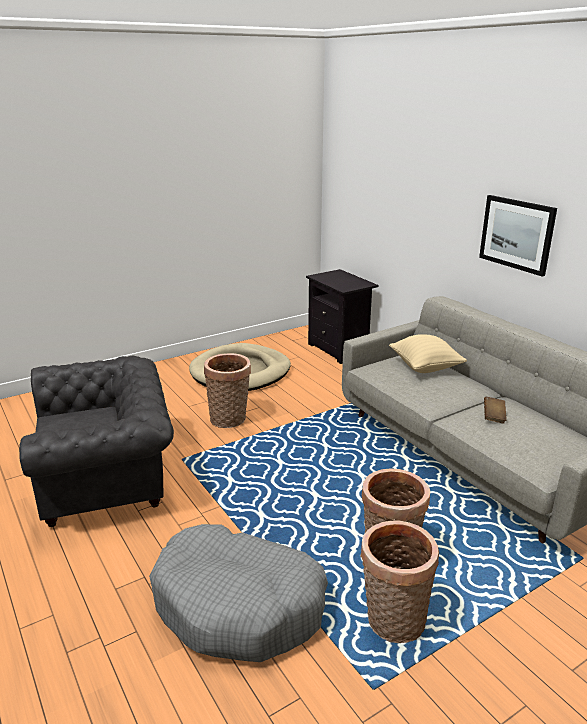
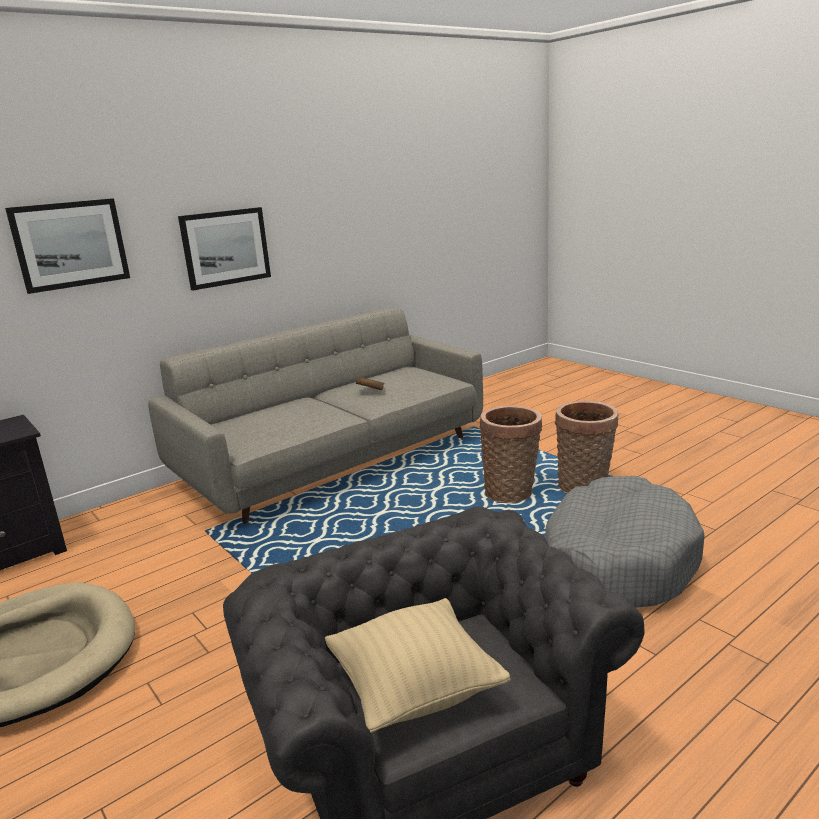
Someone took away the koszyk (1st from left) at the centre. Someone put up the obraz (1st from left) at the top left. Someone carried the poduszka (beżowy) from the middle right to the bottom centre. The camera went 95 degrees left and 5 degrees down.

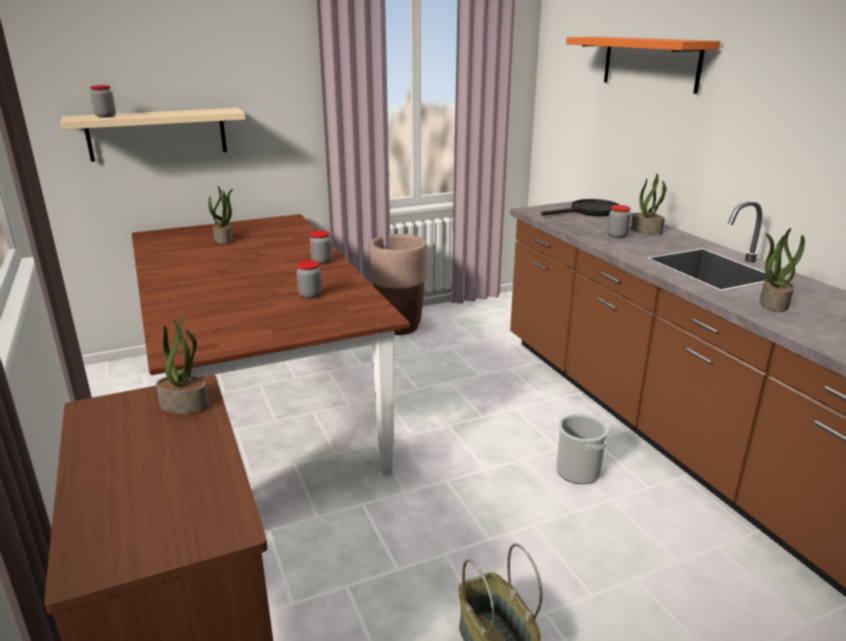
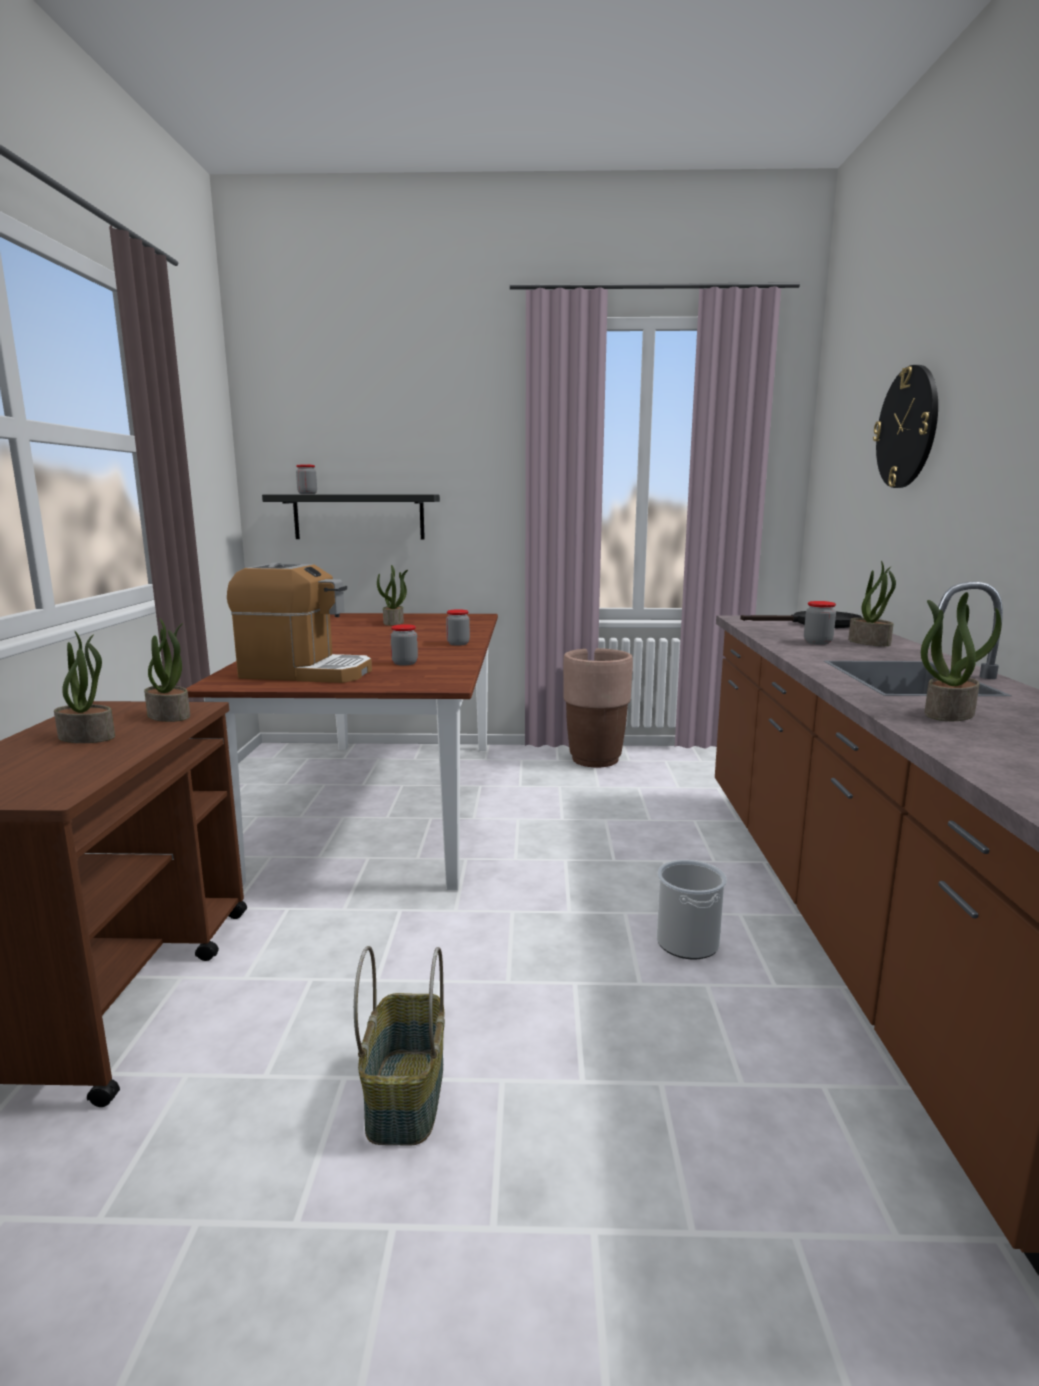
Someone put down the roślina doniczkowa (1st from left) at the middle left. Someone put down the ekspres do kawy at the middle left. Someone swapped the półka (pomarańczowy) at the top right for the zegar ścienny at the top right. Someone repainted the półka (beżowy) at the top left, which became the półka (czarny) at the centre. The camera went 25 degrees right and 10 degrees down.

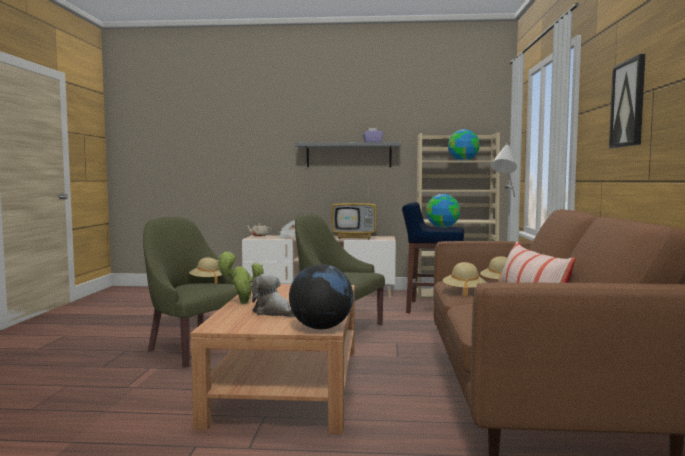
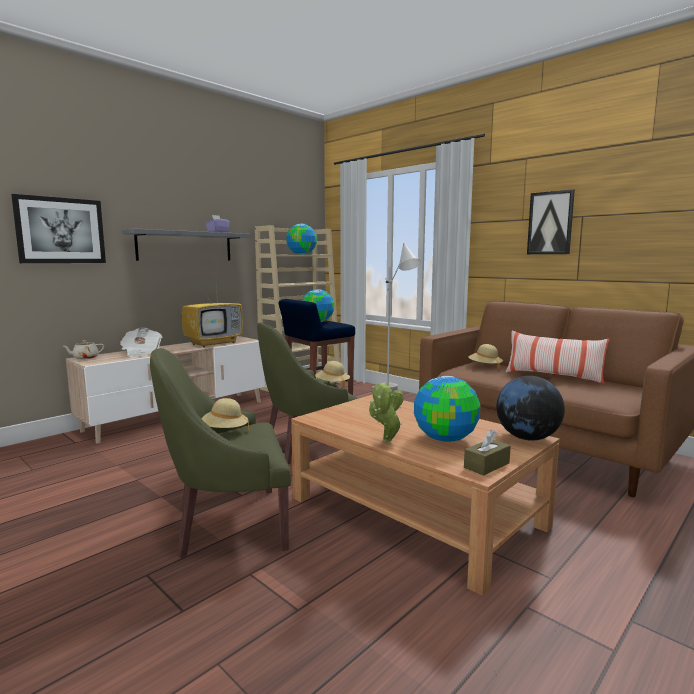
Someone put up the obraz (1st from left) at the top left. Someone put down the pudełko chusteczek (brązowy) at the middle right. Someone carried the kapelusz (beżowy) (2nd from left) from the middle right to the centre. Someone swapped the pluszak at the centre for the globus (3rd from left) at the centre. The camera went 50 degrees left and 5 degrees up.

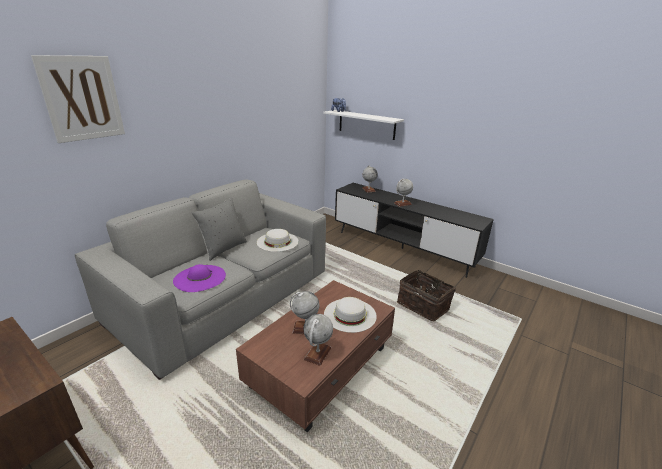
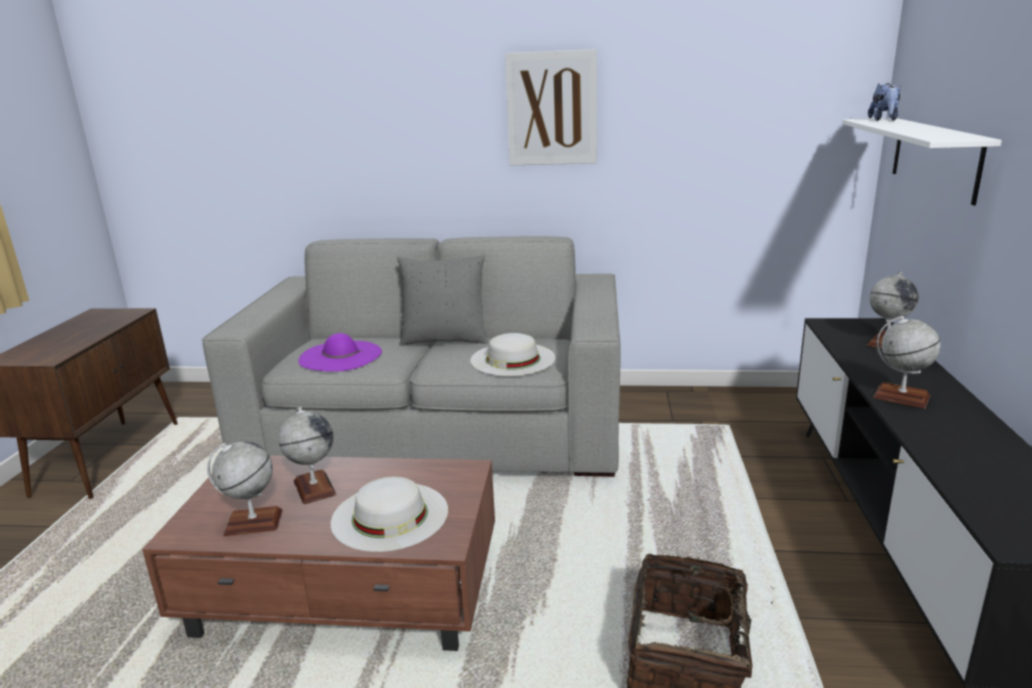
Someone carried the obraz from the top left to the top centre. The camera went 60 degrees right and 5 degrees down.

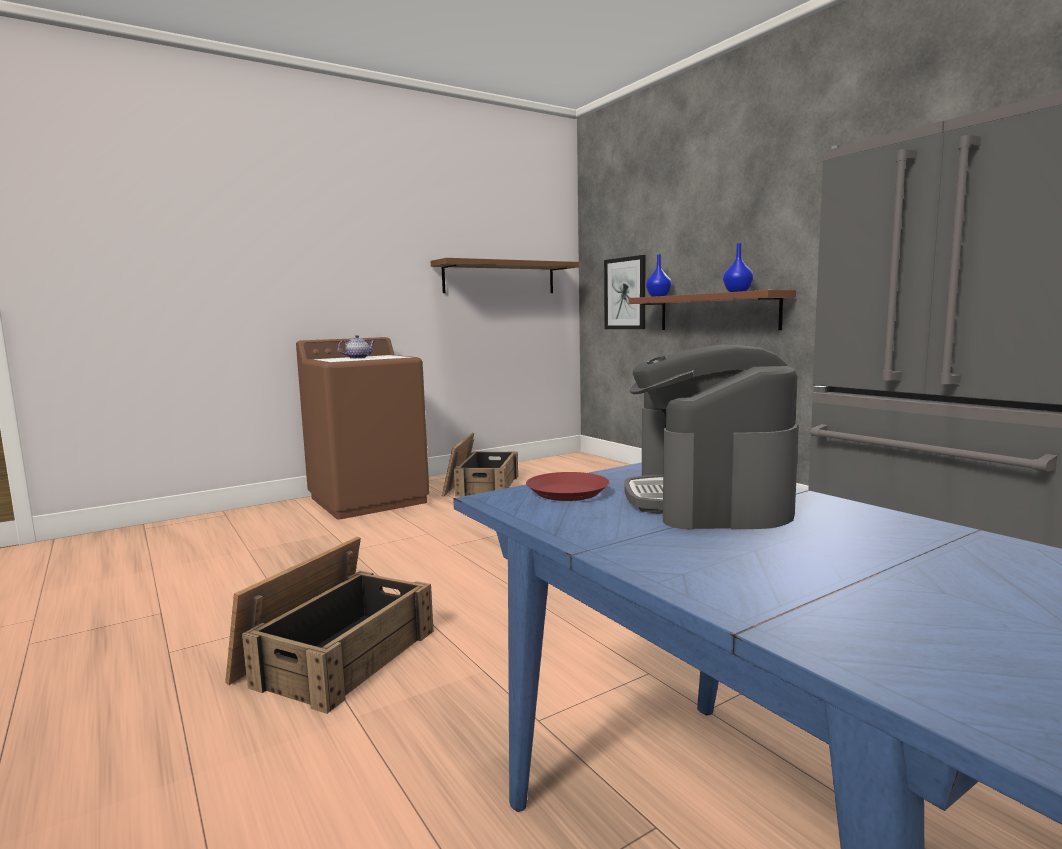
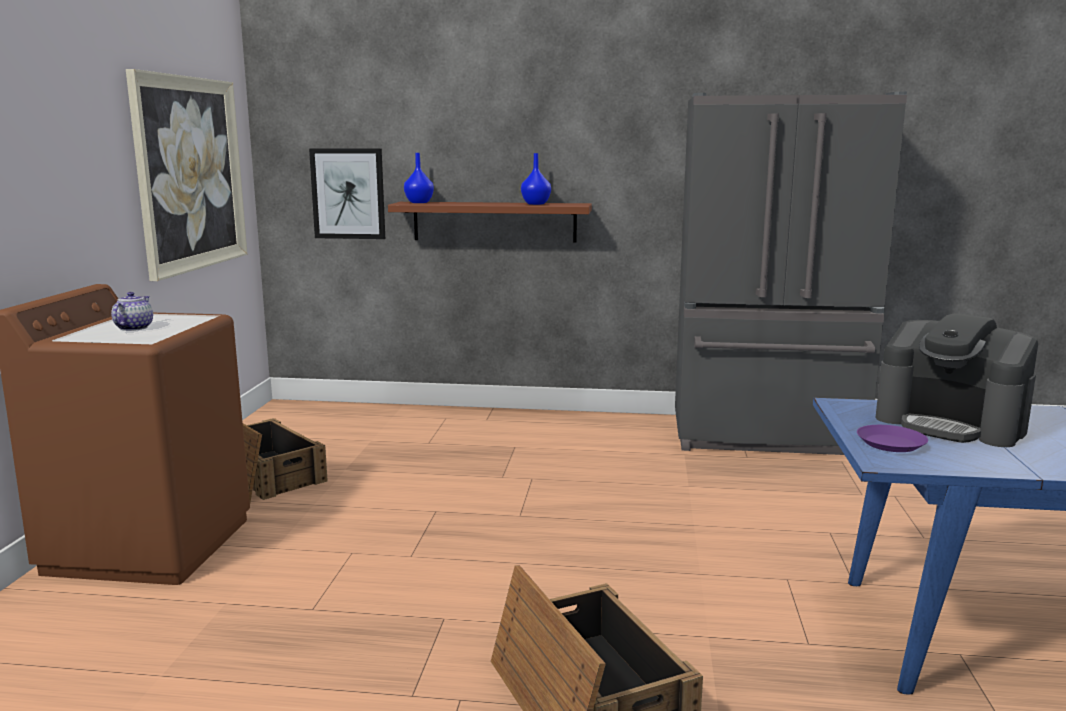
Someone swapped the półka (brązowy) (1st from left) at the top centre for the obraz (1st from left) at the top left. Someone repainted the talerz (czerwony) at the centre, which became the talerz (fioletowy) at the middle right. The camera went 50 degrees left and 5 degrees up.

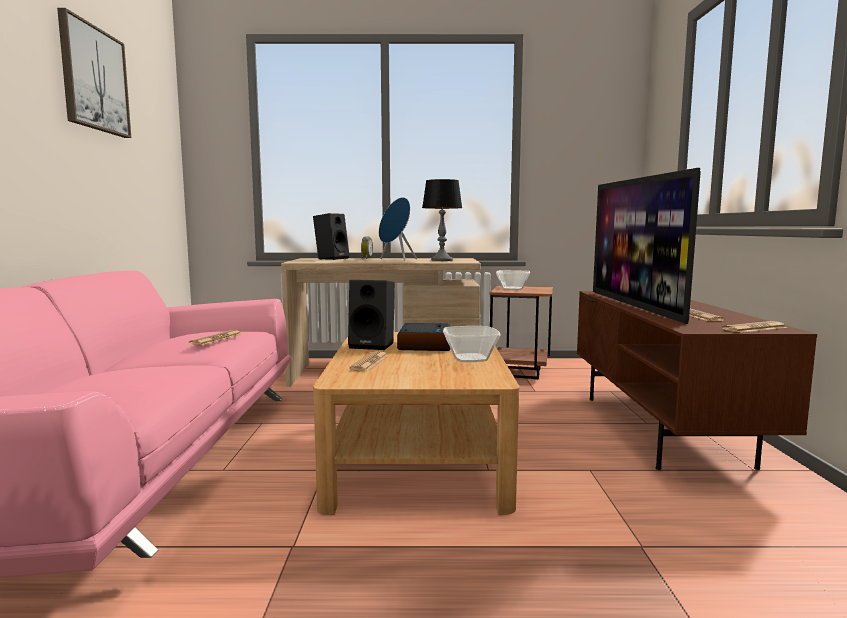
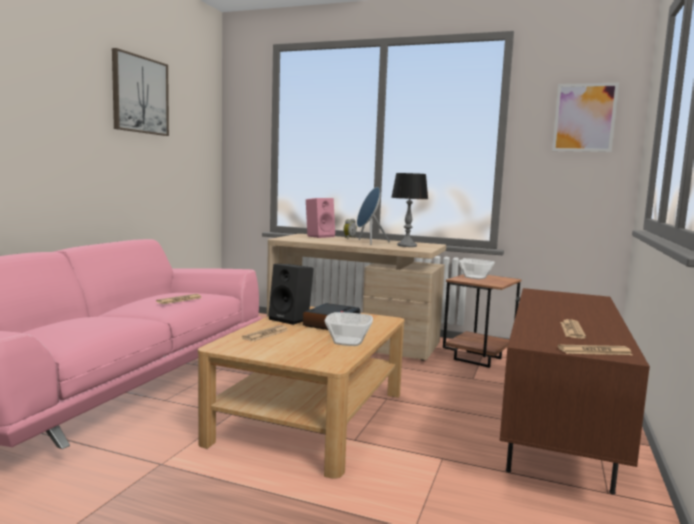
Someone took away the telewizor at the middle right. Someone put up the obraz (2nd from left) at the top right. Someone repainted the głośnik (czarny) (1st from left) at the centre, which became the głośnik (różowy) at the centre. The camera went 20 degrees right and 0 degrees up.

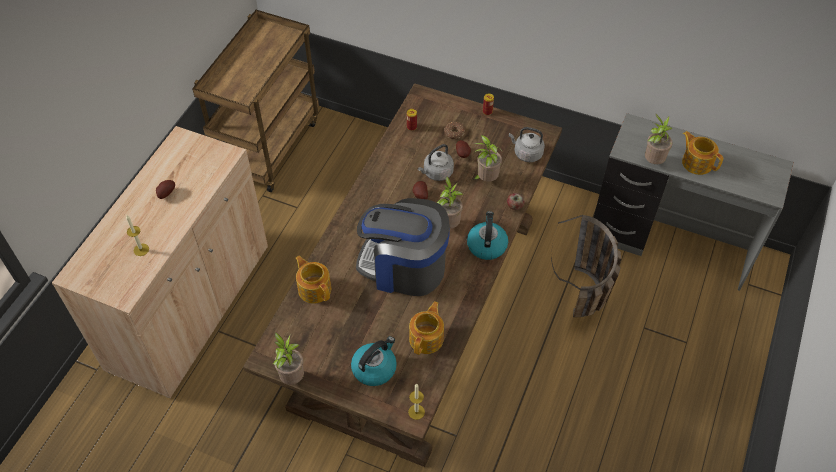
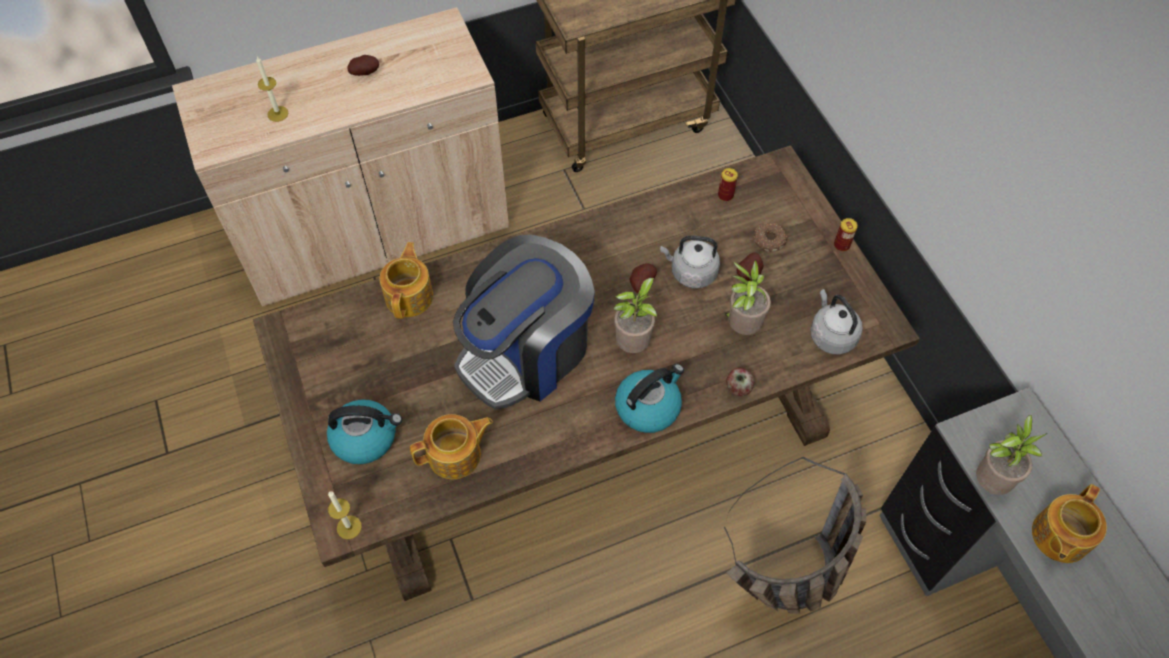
Someone took away the roślina doniczkowa (1st from left) at the bottom centre. Someone rotated the ekspres do kawy at the centre by 105 degrees counterclockwise. Someone rotated the imbryk (3rd from left) at the top right by 150 degrees counterclockwise. The camera went 45 degrees right and 5 degrees up.

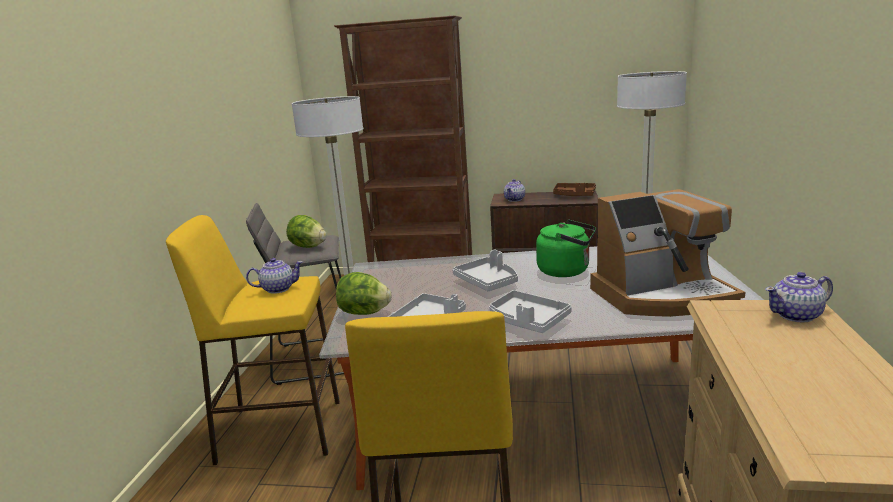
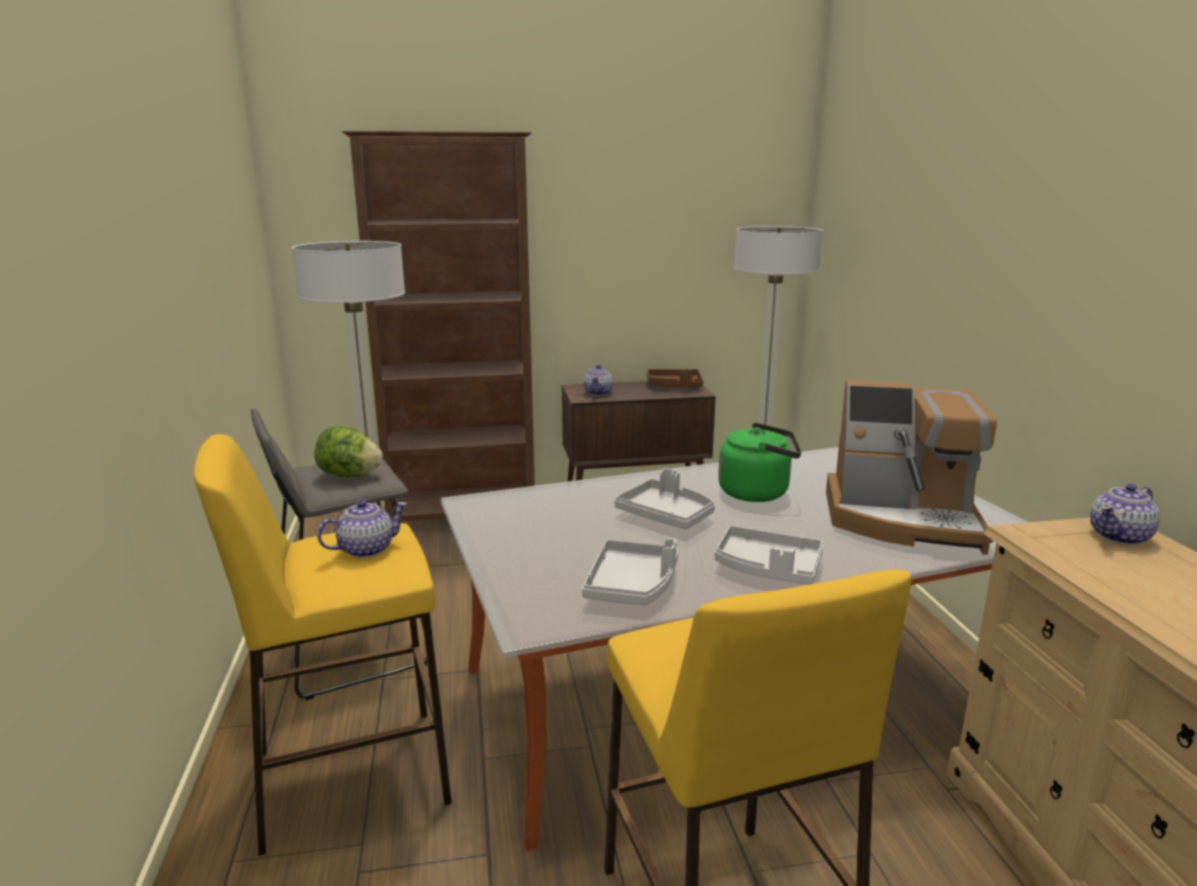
Someone took away the sałata (2nd from left) at the centre. Someone rotated the ekspres do kawy at the middle right by 45 degrees clockwise. The camera went 20 degrees left and 0 degrees up.

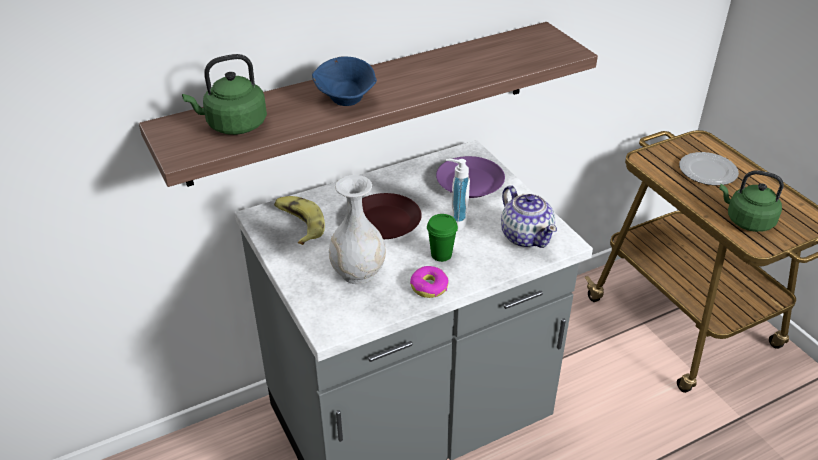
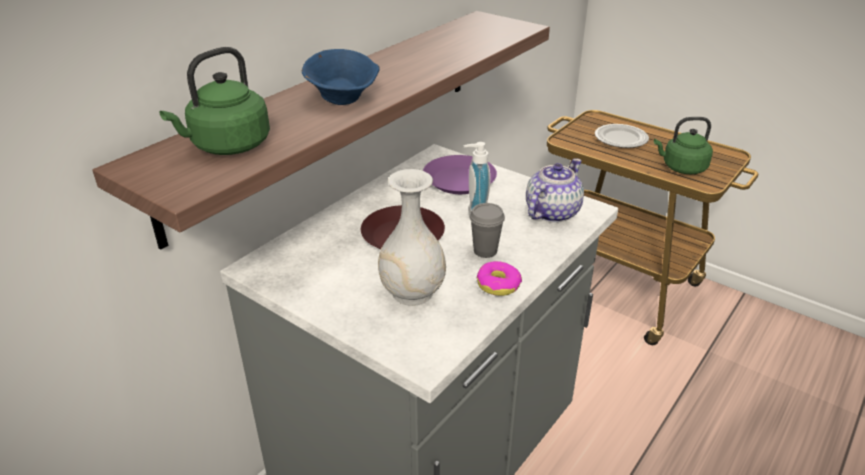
Someone took away the banan at the centre. Someone repainted the filiżanka (zielony) at the centre, which became the filiżanka (szary) at the centre. Someone rotated the imbryk at the centre by 90 degrees counterclockwise. The camera went 25 degrees left and 5 degrees down.

